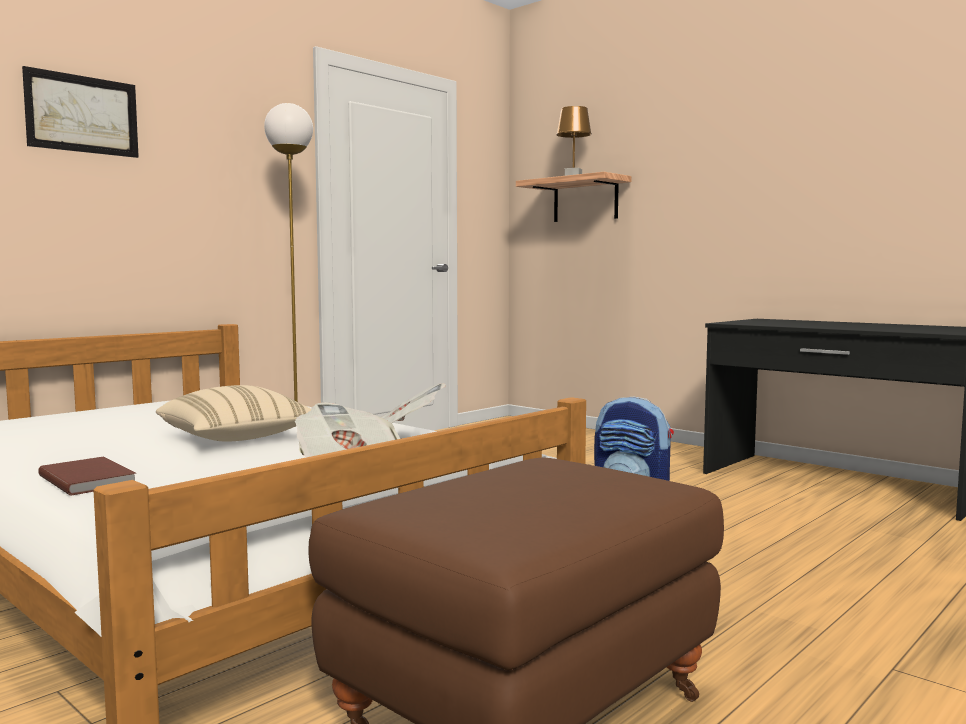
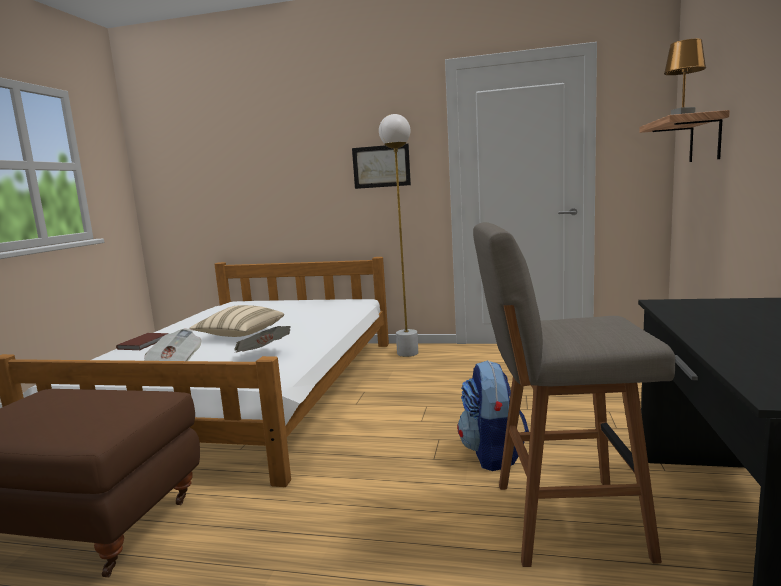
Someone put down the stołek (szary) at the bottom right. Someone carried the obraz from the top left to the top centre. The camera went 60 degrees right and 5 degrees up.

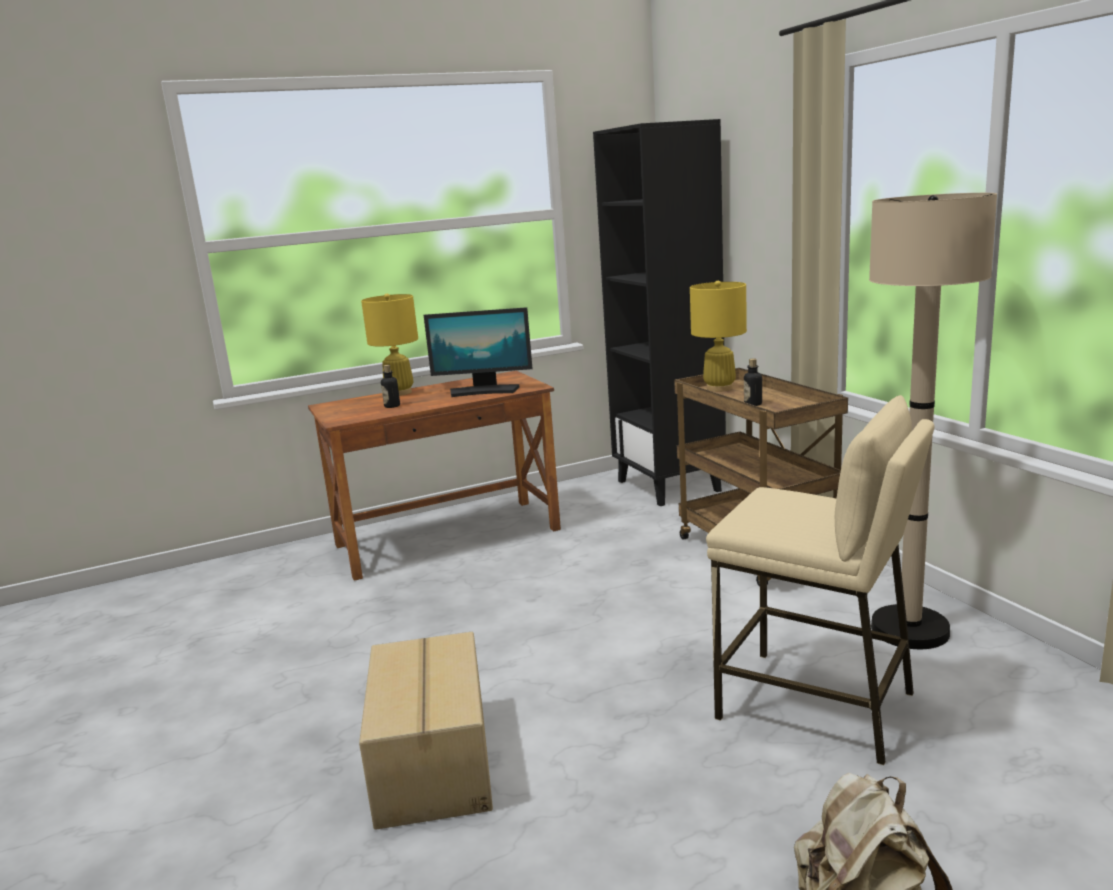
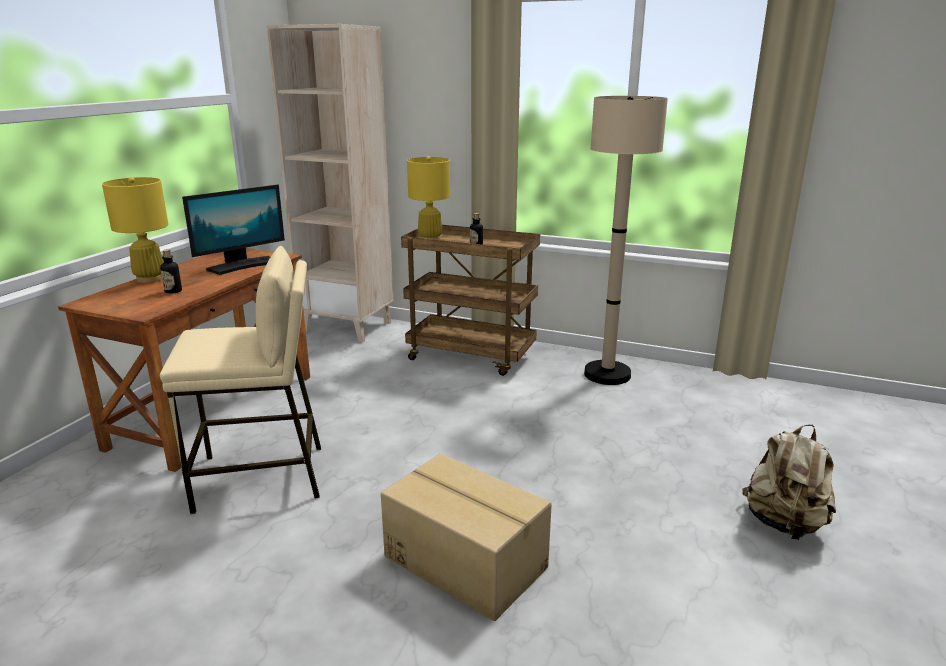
Someone carried the stołek (beżowy) from the middle right to the middle left. Someone repainted the regał (czarny) at the centre, which became the regał (beżowy) at the top centre. The camera went 45 degrees left and 5 degrees up.

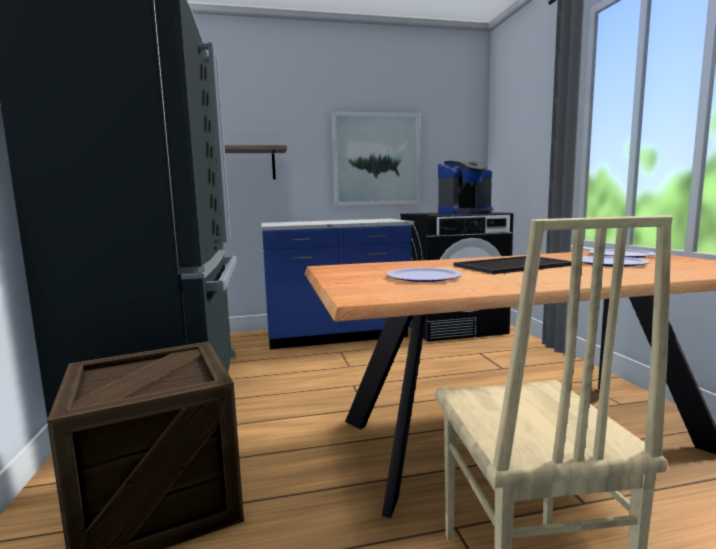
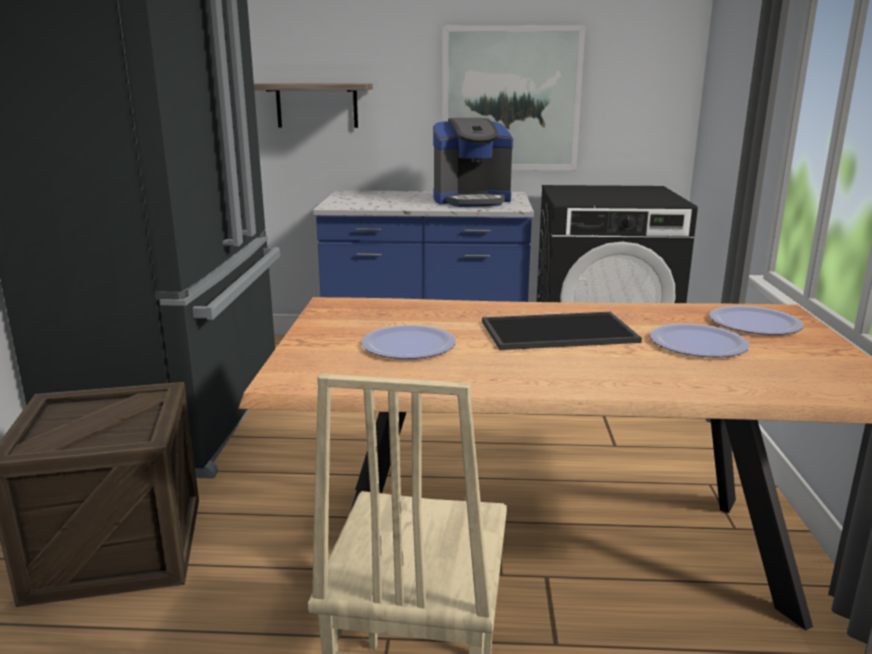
Someone carried the ekspres do kawy from the centre to the top centre. The camera went 15 degrees right and 10 degrees up.

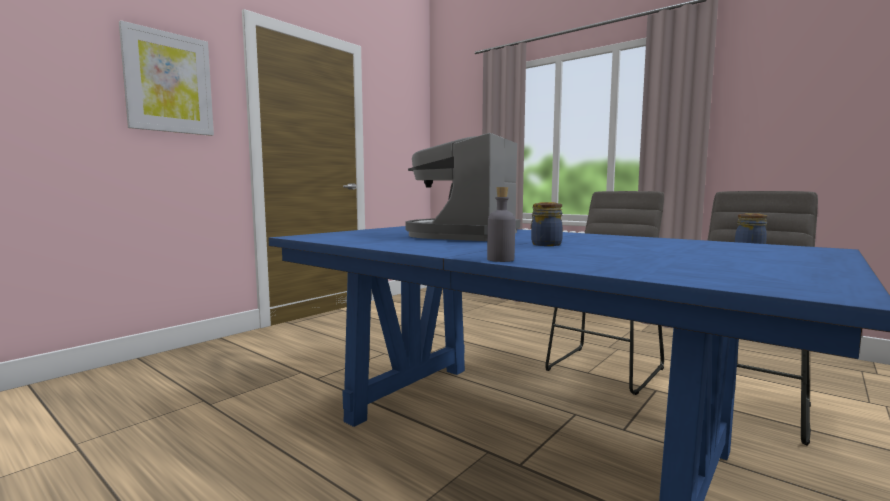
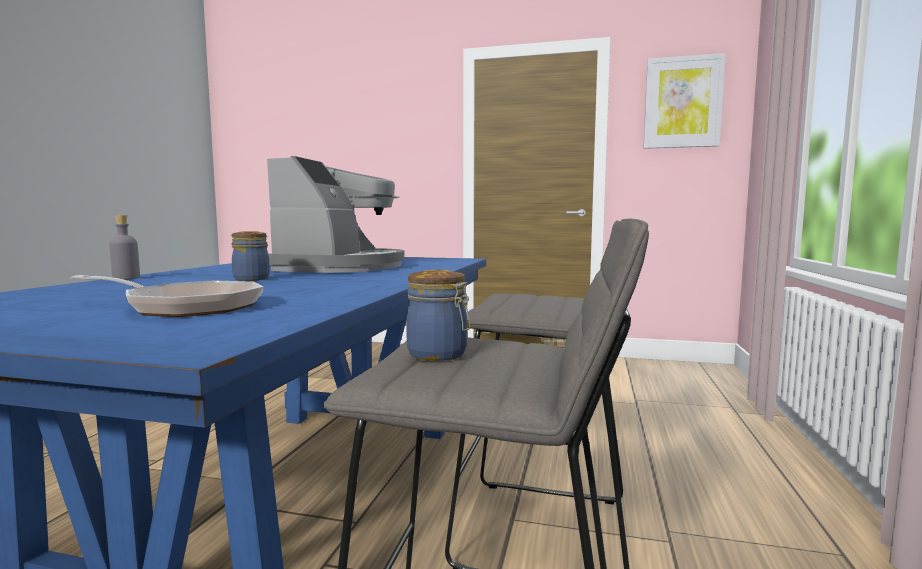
Someone put down the patelnia at the middle left. Someone carried the obraz from the top left to the top right. Someone rotated the ekspres do kawy at the centre by 105 degrees clockwise. The camera went 65 degrees right and 0 degrees up.

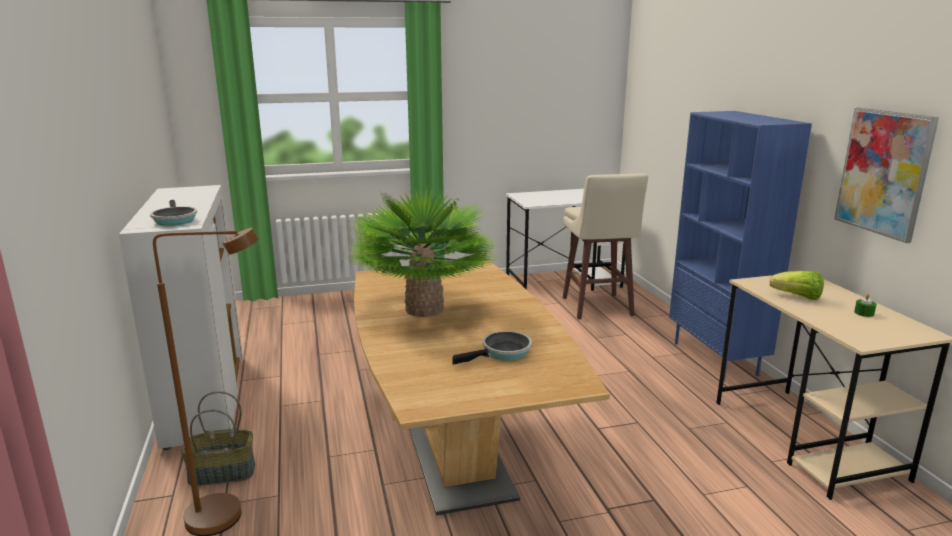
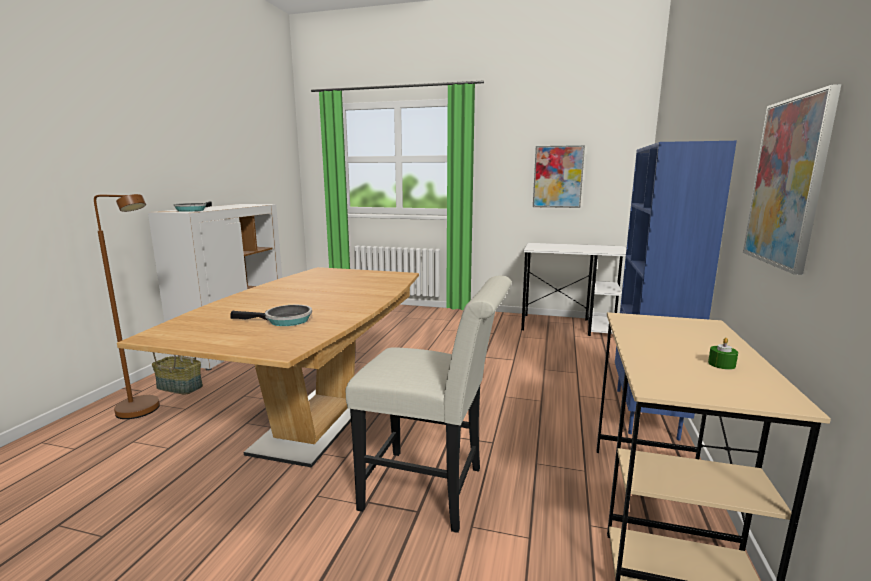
Someone took away the roślina doniczkowa at the centre. Someone took away the stołek (beżowy) at the centre. Someone took away the sałata at the middle right. Someone put down the krzesło (biały) at the bottom centre. Someone put up the obraz (1st from left) at the top centre. The camera went 30 degrees right and 5 degrees down.

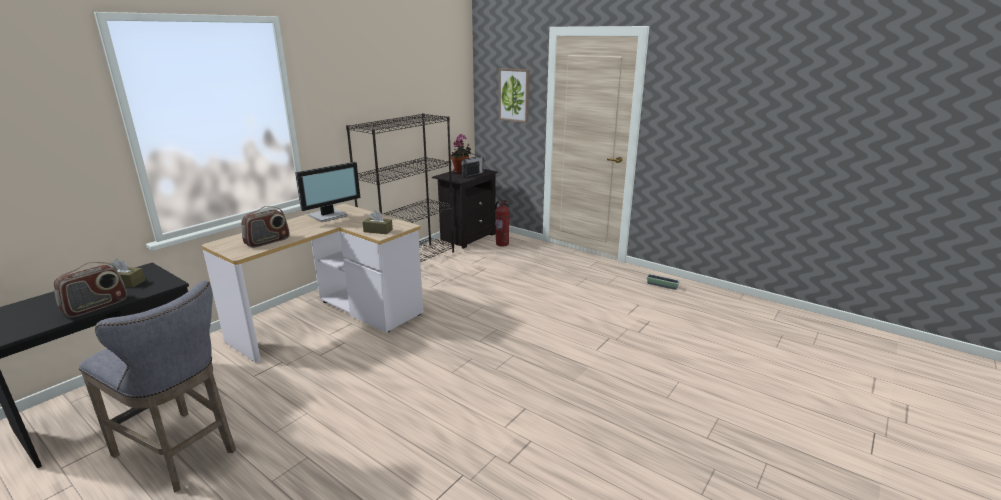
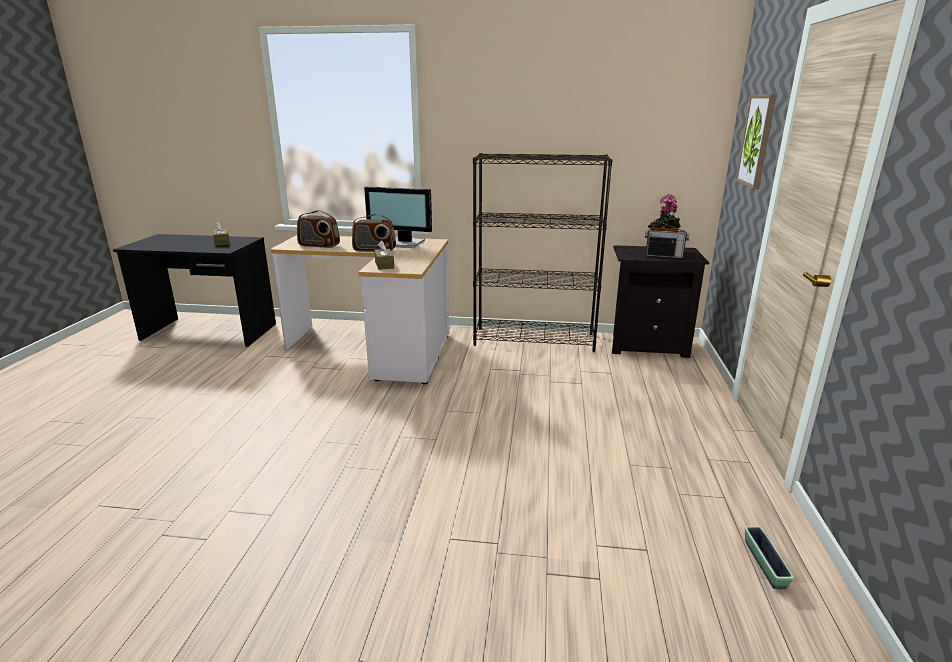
Someone took away the stołek (szary) at the bottom left. Someone took away the gaśnica at the centre. Someone carried the radio (1st from left in the first image) from the middle left to the centre. The camera went 60 degrees right and 0 degrees up.

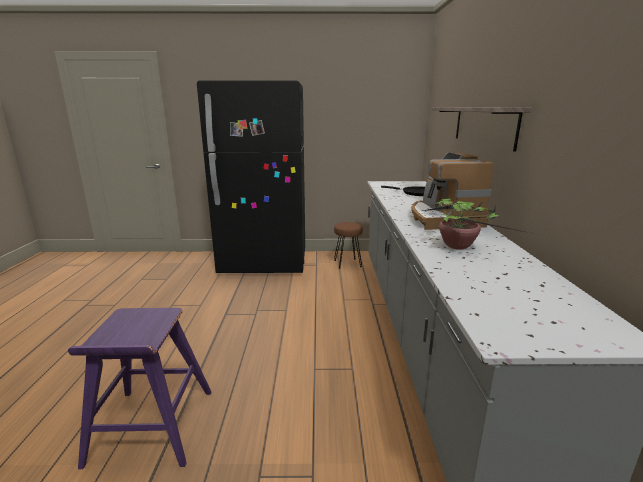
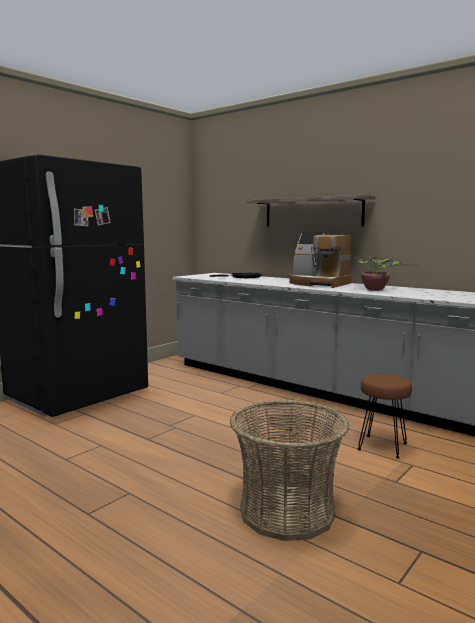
Someone carried the stołek (brązowy) from the centre to the bottom right. Someone swapped the stołek (fioletowy) at the bottom left for the koszyk at the bottom centre. The camera went 50 degrees left and 10 degrees down.

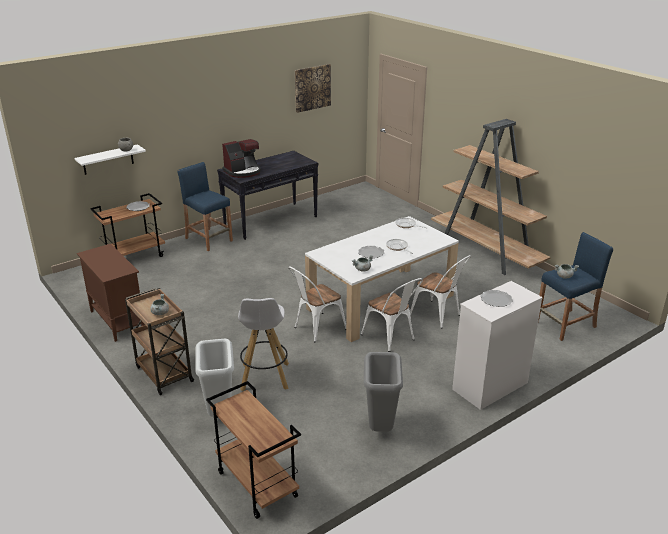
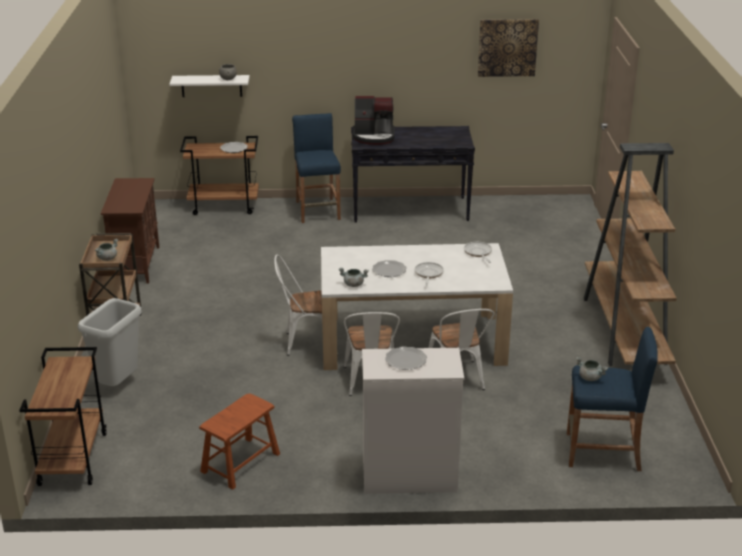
Someone took away the stołek (biały) at the centre. Someone swapped the kosz na śmieci (szary) (2nd from left) at the bottom centre for the stołek (brązowy) at the bottom left. The camera went 35 degrees right and 0 degrees up.

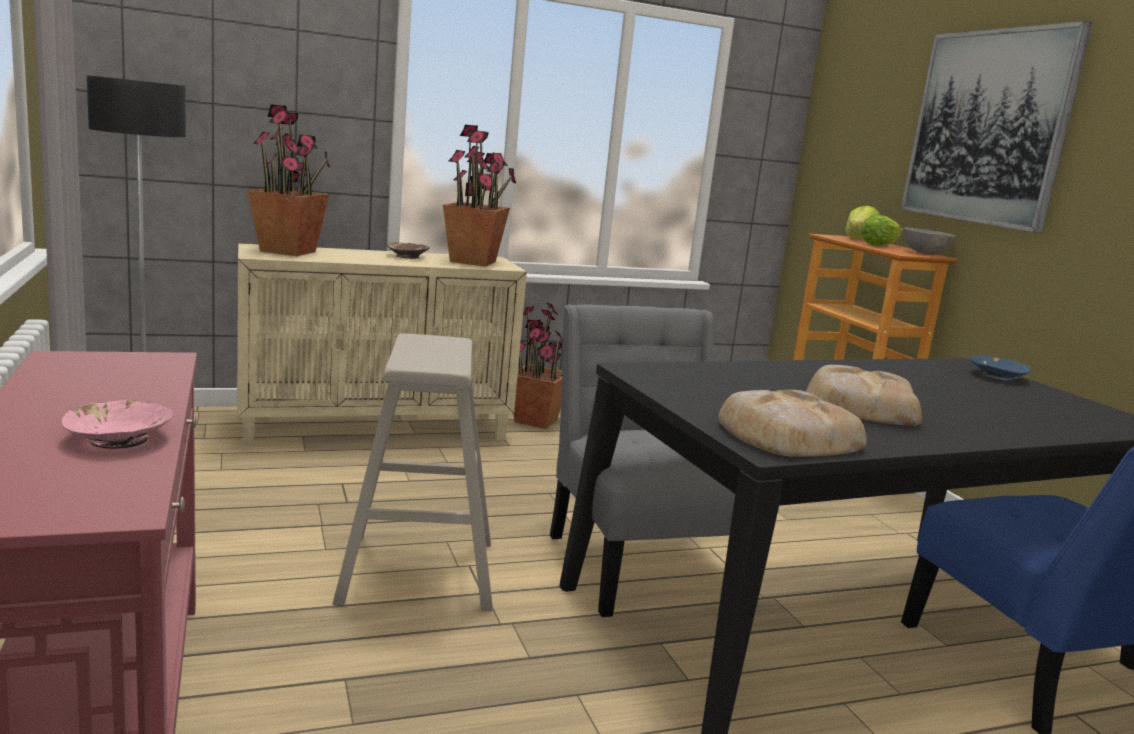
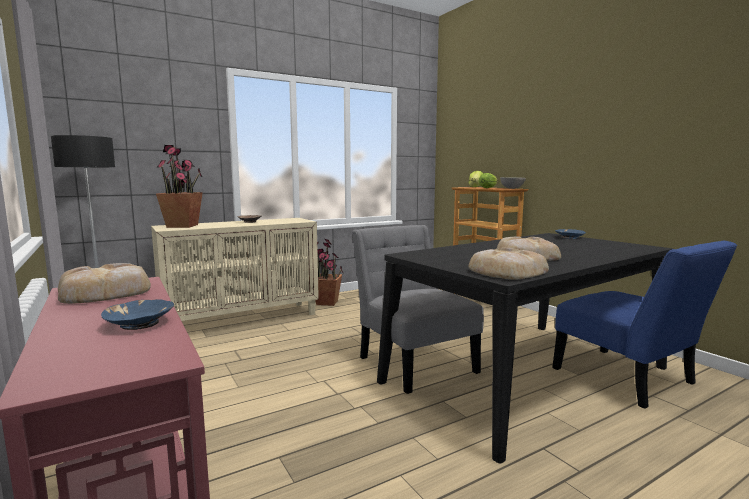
Someone took away the stołek (beżowy) at the centre. Someone took away the roślina doniczkowa (2nd from left) at the top centre. Someone took away the obraz at the top right. Someone put down the chleb (1st from left) at the middle left. Someone repainted the miska (różowy) at the middle left, which became the miska (niebieski) (1st from left) at the middle left. The camera went 10 degrees left and 5 degrees down.

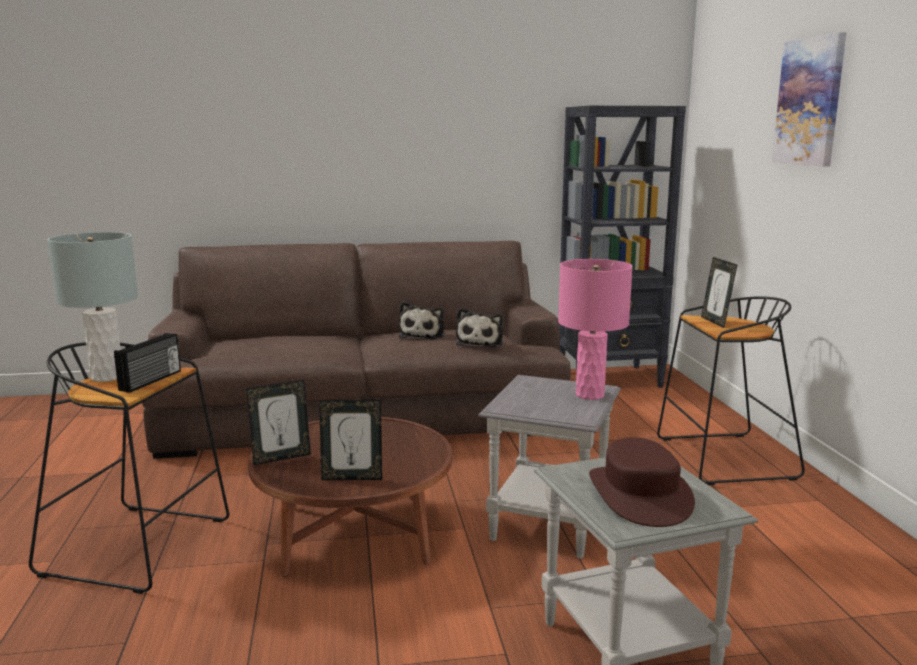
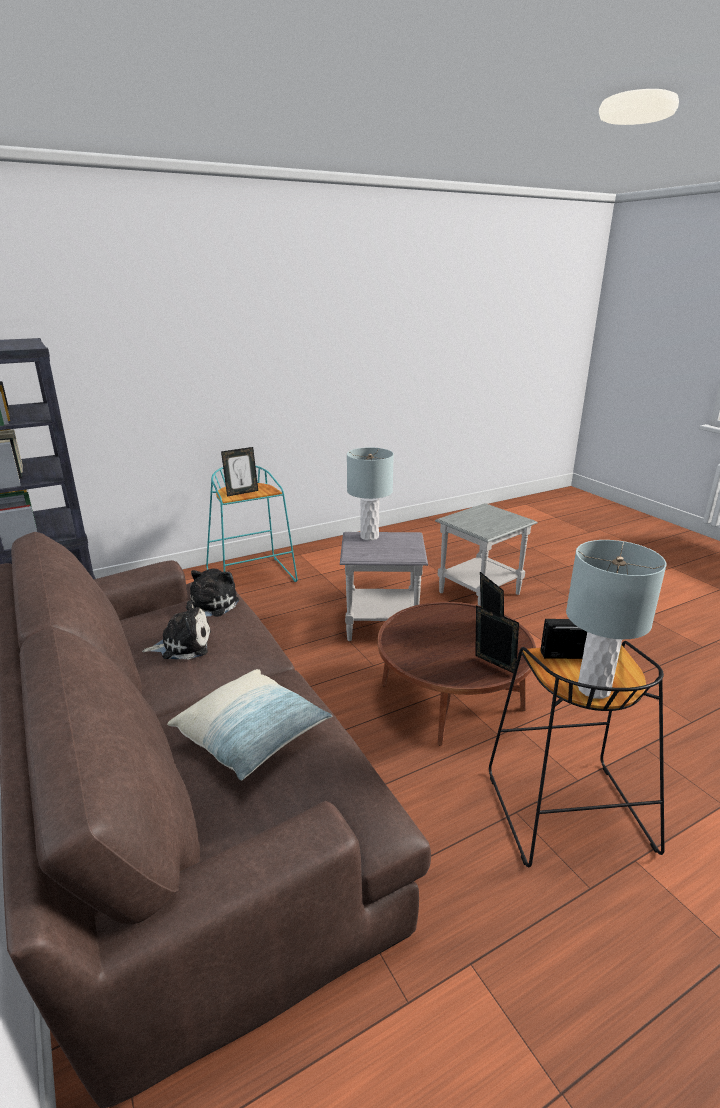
Someone took away the kapelusz (brązowy) at the bottom right. Someone took away the obraz at the top right. Someone put down the poduszka at the centre. Someone repainted the lampa stołowa (różowy) at the centre, which became the lampa stołowa (szary) (1st from left) at the centre. Someone repainted the stołek (czarny) (2nd from left) at the middle right, which became the stołek (turkusowy) at the centre. Someone rotated the pluszak (2nd from left) at the centre by 60 degrees counterclockwise. The camera went 110 degrees left and 10 degrees up.

